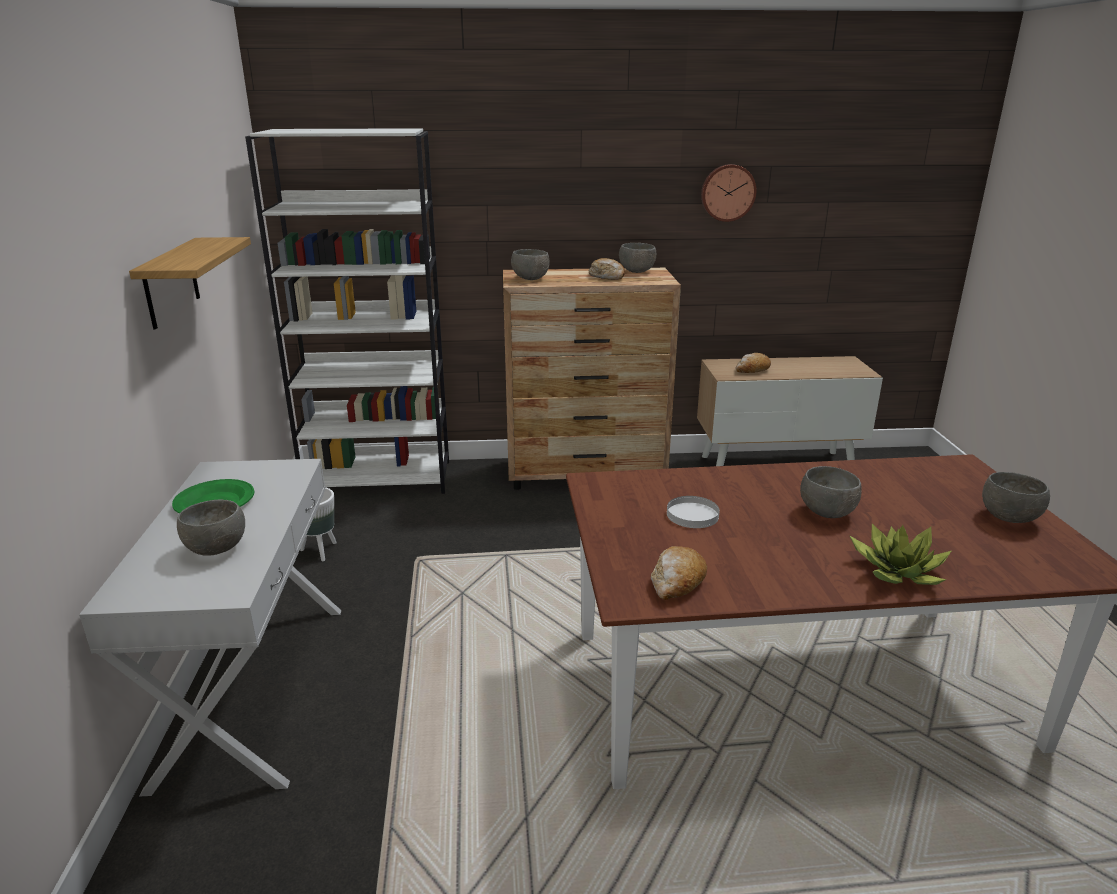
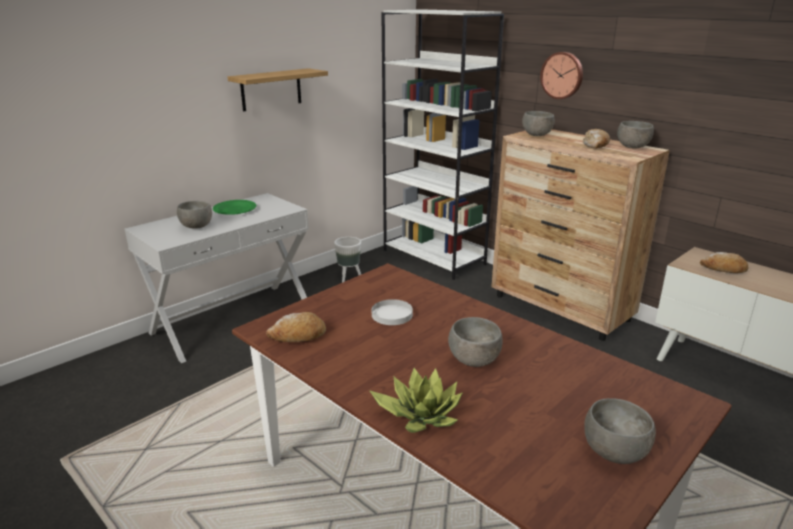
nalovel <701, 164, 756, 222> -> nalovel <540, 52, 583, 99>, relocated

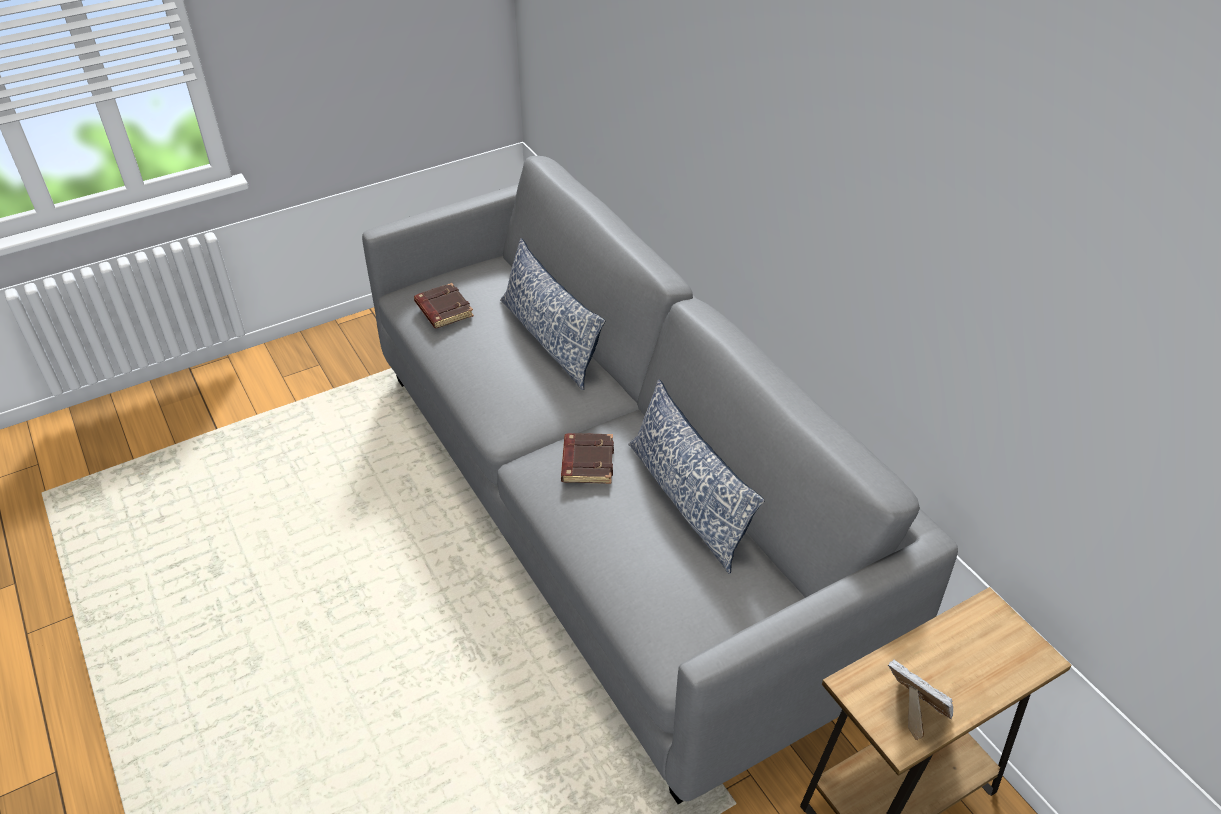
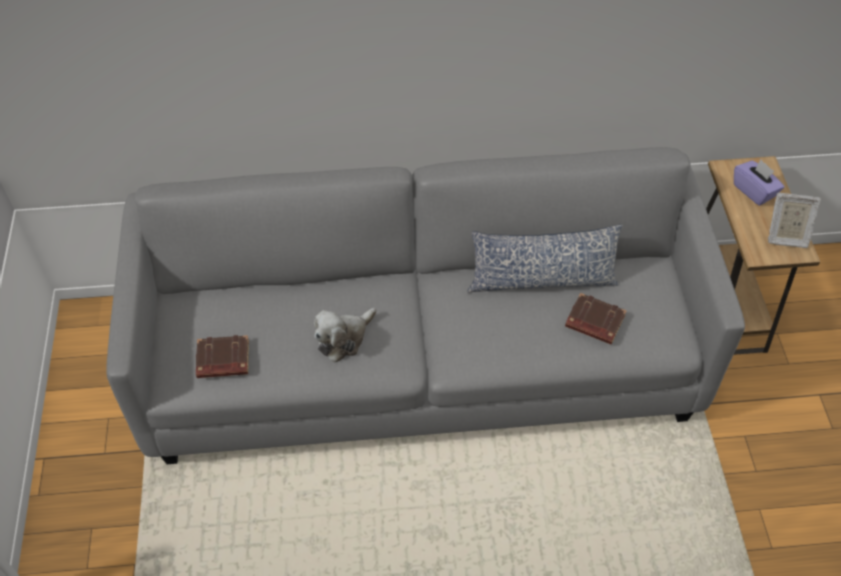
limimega <500, 238, 605, 390> -> none
none -> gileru <314, 308, 377, 363>
none -> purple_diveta <734, 159, 784, 206>
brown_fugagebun <561, 433, 614, 484> -> brown_fugagebun <565, 293, 626, 344>, relocated
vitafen <888, 660, 954, 740> -> vitafen <768, 193, 821, 248>, 150 degrees counterclockwise

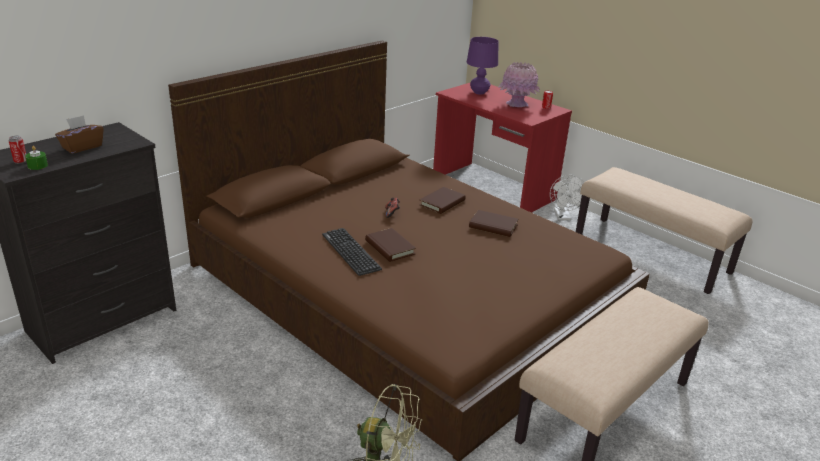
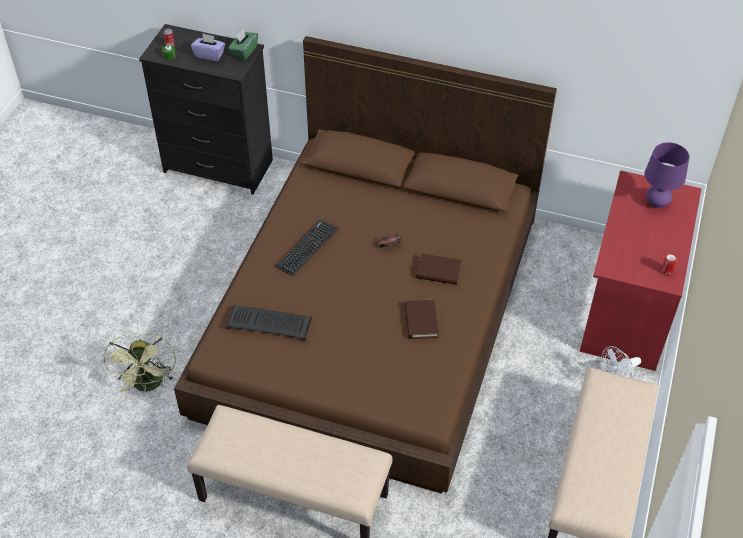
brown_fugagebun <365, 228, 416, 262> -> none
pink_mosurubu <499, 62, 540, 107> -> none
none -> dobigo <226, 305, 312, 341>
none -> green_diveta <228, 29, 258, 60>
brown_diveta <55, 115, 104, 154> -> purple_diveta <191, 34, 225, 61>

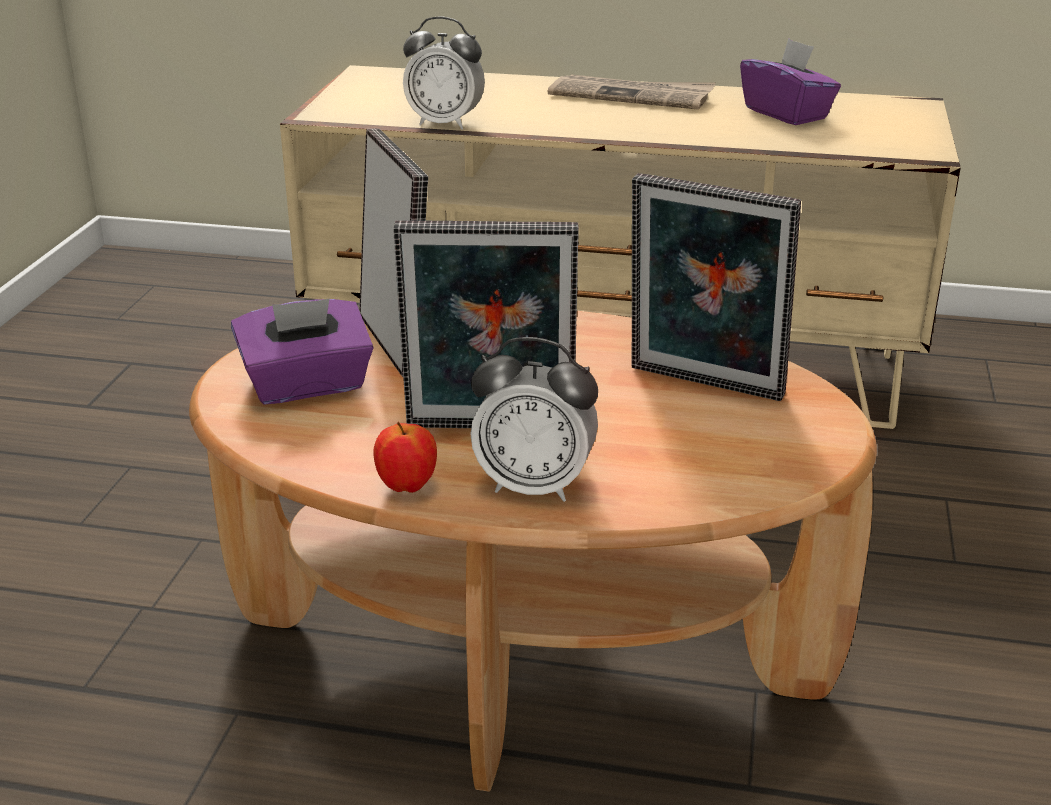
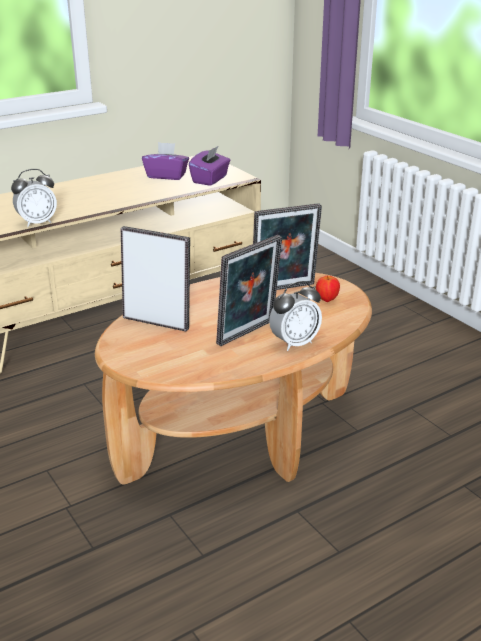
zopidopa <548, 74, 716, 110> -> none
purple_diveta <231, 299, 374, 405> -> purple_diveta <189, 146, 230, 186>, relocated
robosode <373, 422, 437, 493> -> robosode <316, 275, 340, 302>, relocated

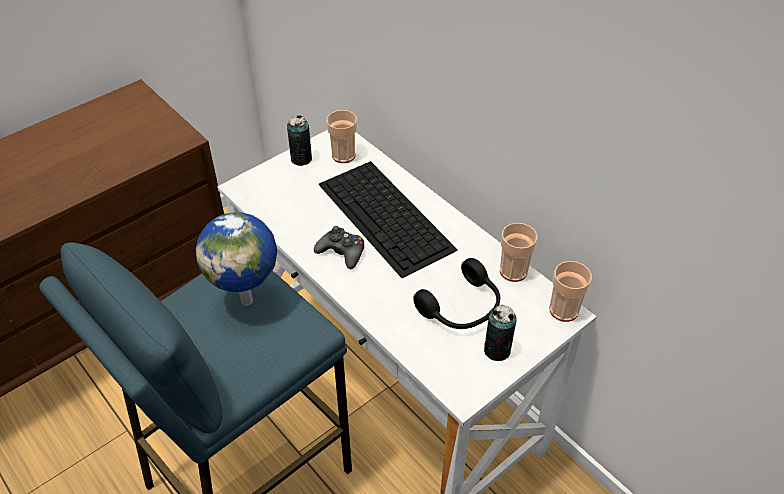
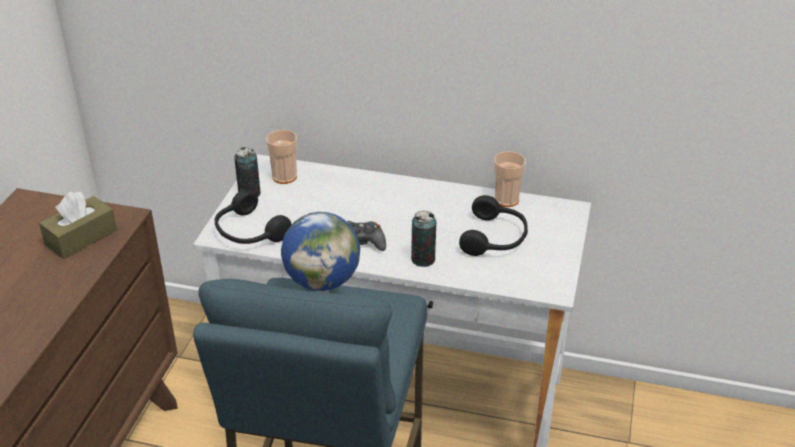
dobigo <319, 161, 457, 278> -> none
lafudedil <550, 261, 592, 322> -> none
none -> brown_diveta <39, 191, 117, 259>
none -> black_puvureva <215, 190, 292, 244>
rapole <484, 305, 517, 361> -> rapole <411, 211, 436, 267>, relocated

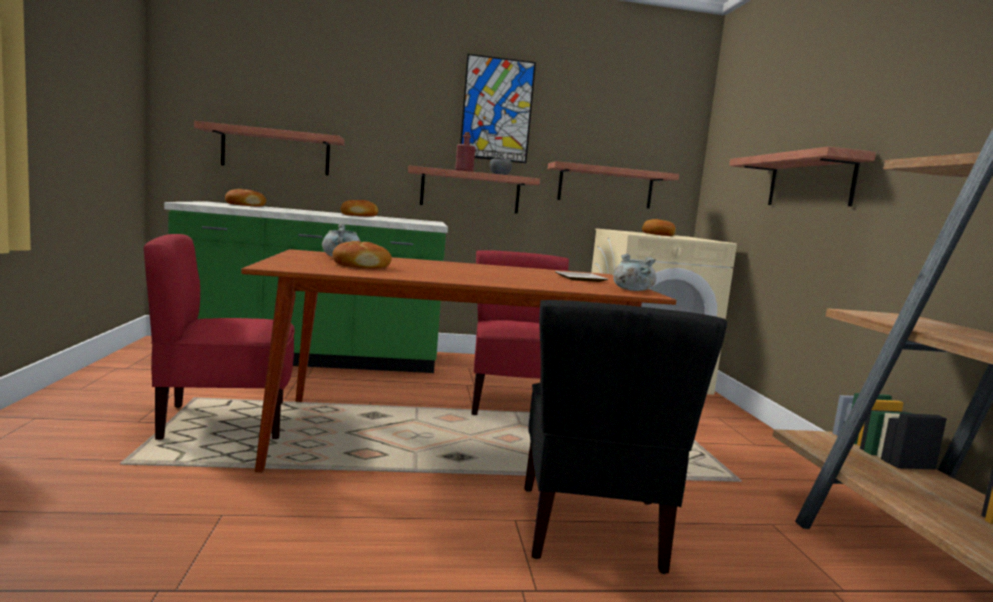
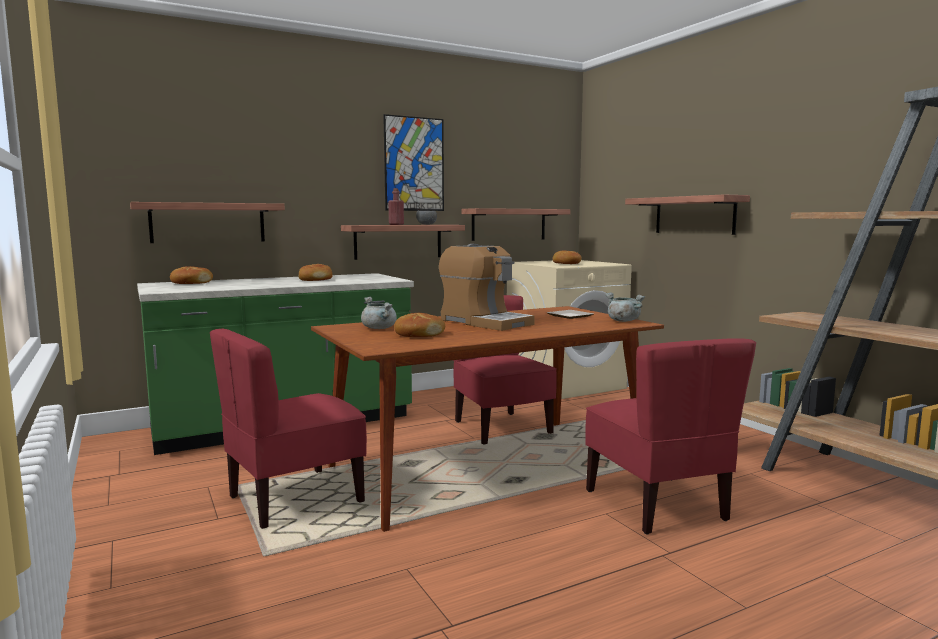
none -> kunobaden <439, 244, 535, 331>
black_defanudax <524, 300, 727, 574> -> red_defanudax <585, 338, 756, 534>

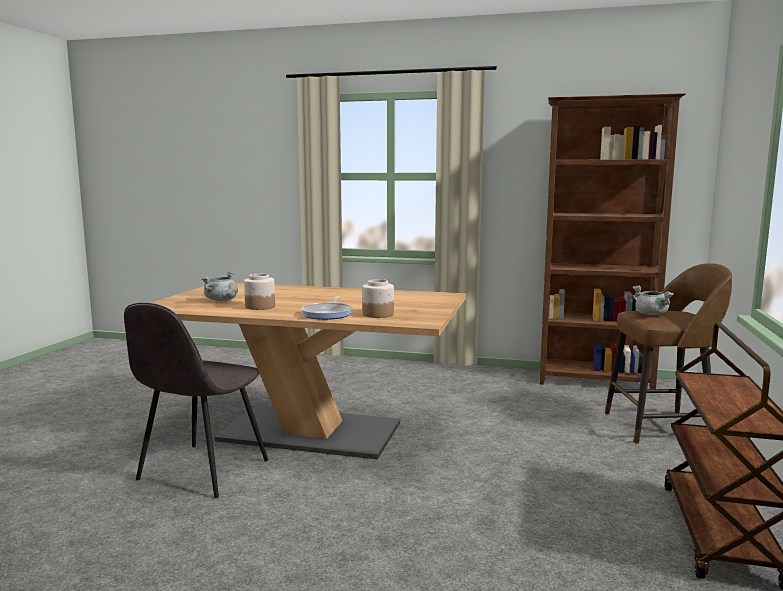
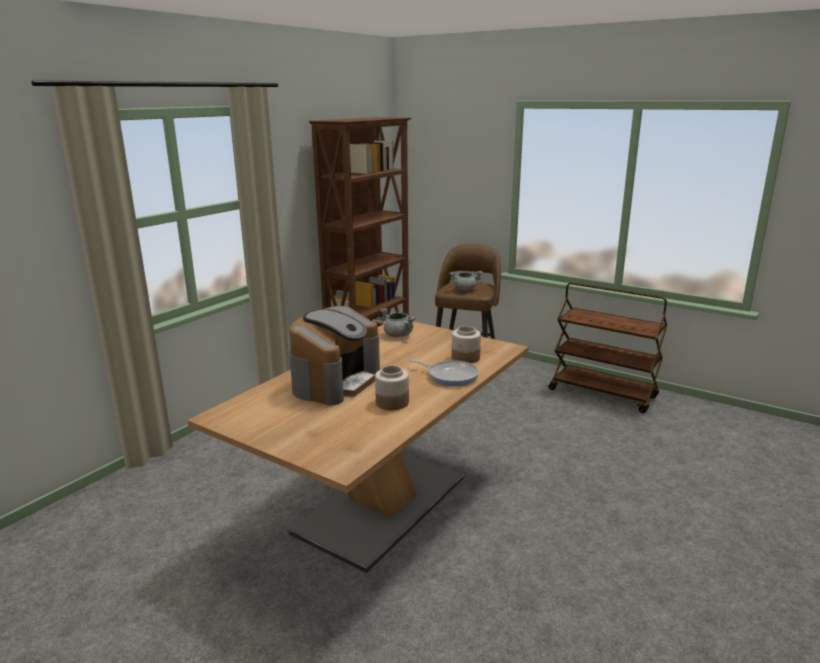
grey_defanudax <124, 303, 268, 498> -> none
none -> kunobaden <289, 306, 380, 405>
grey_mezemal <202, 271, 238, 301> -> grey_mezemal <380, 308, 416, 337>, relocated

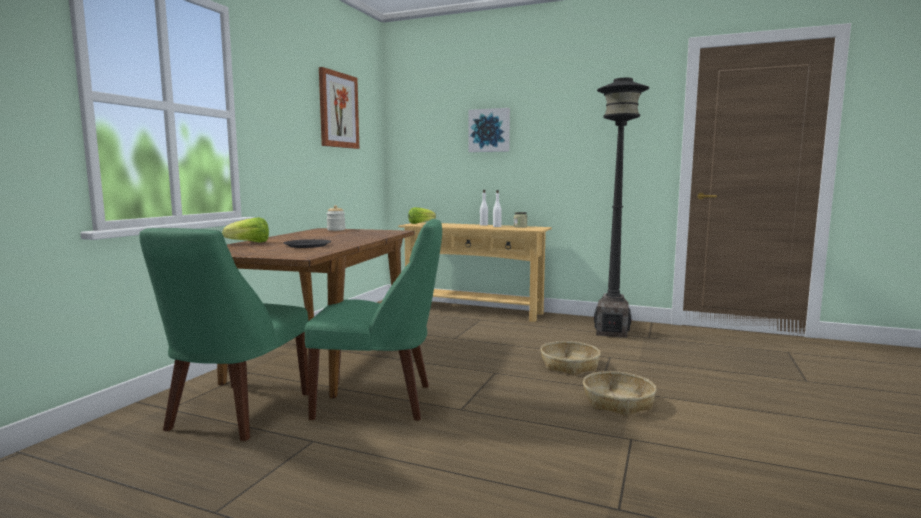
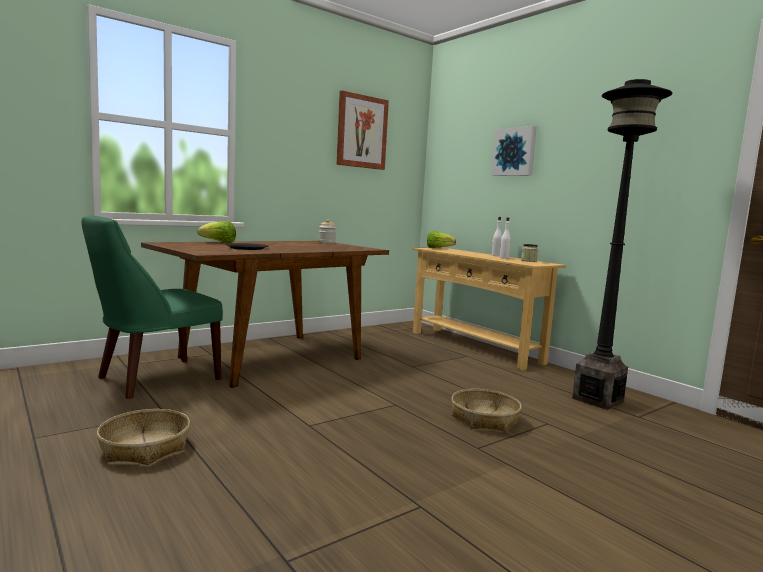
green_defanudax <305, 219, 442, 420> -> none
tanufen <583, 371, 656, 416> -> tanufen <96, 409, 190, 465>, relocated

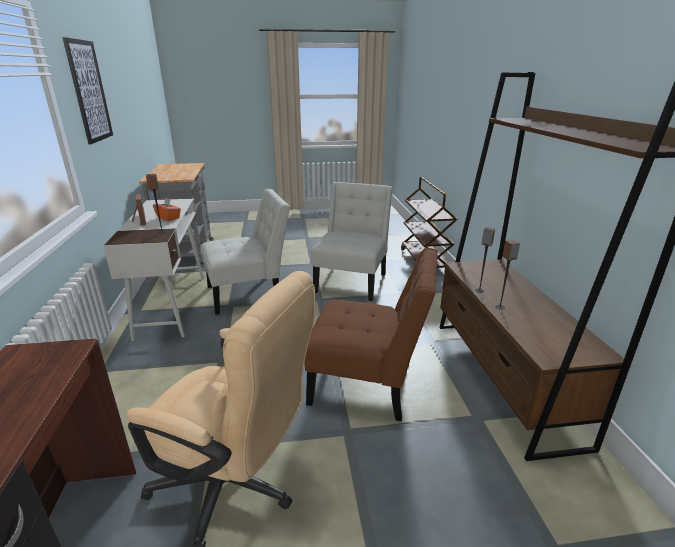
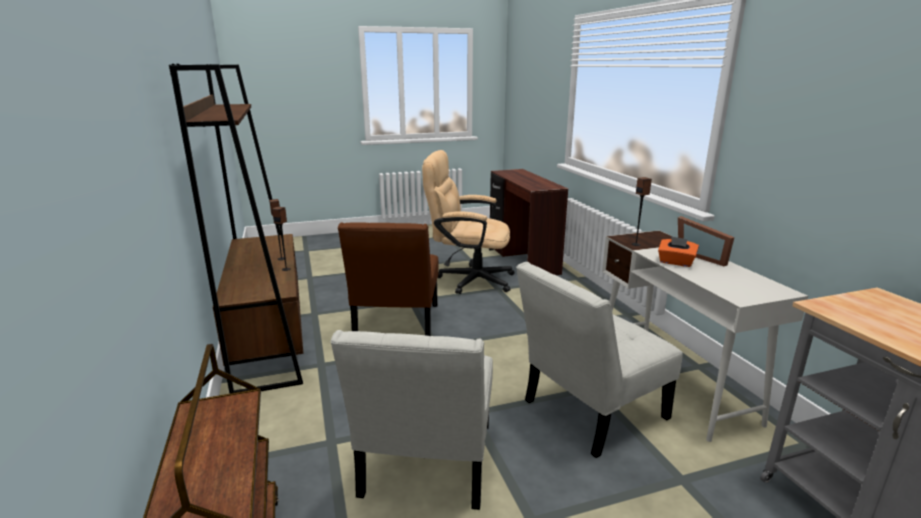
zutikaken <62, 37, 113, 144> -> none
brown_defanudax <304, 248, 438, 421> -> brown_defanudax <338, 222, 439, 336>, 90 degrees counterclockwise

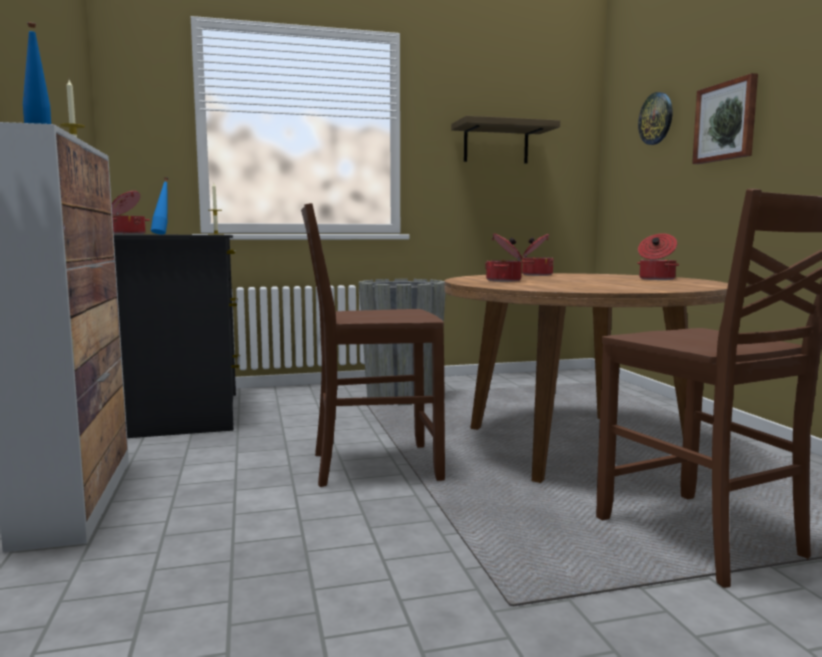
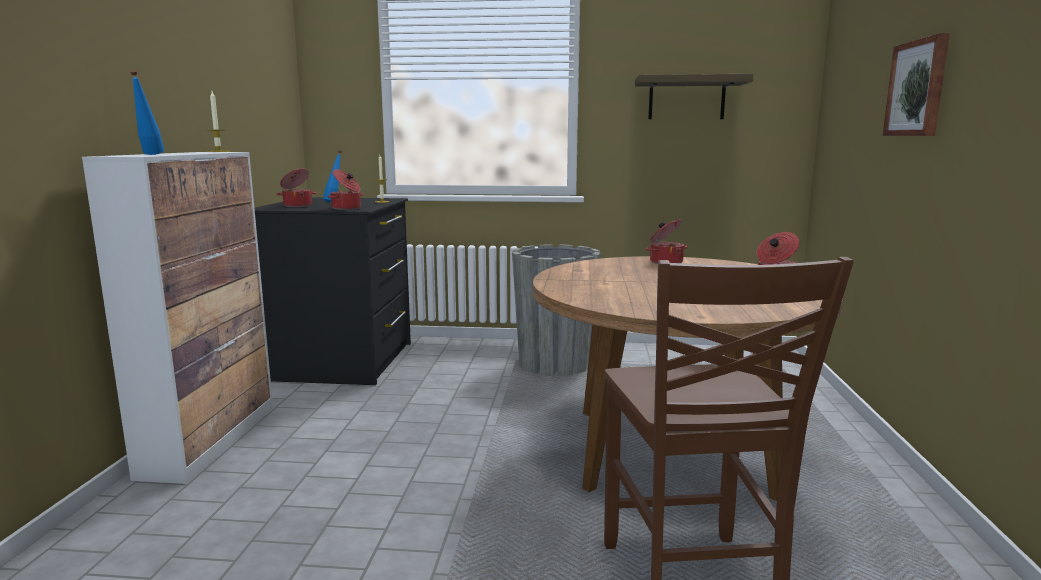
brown_defanudax <301, 203, 445, 487> -> none
nalovel <638, 92, 672, 145> -> none
mezemal <485, 233, 522, 282> -> mezemal <327, 169, 364, 210>, relocated

